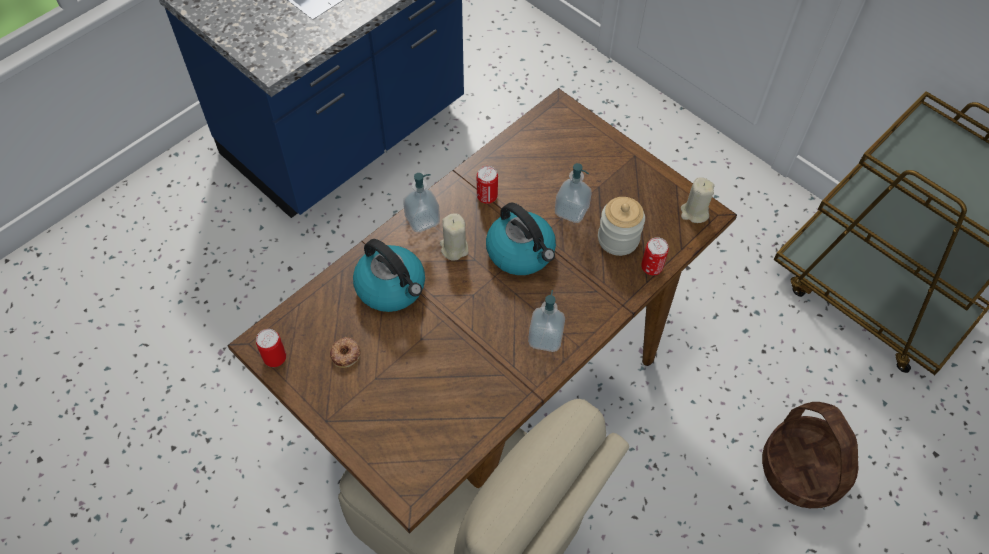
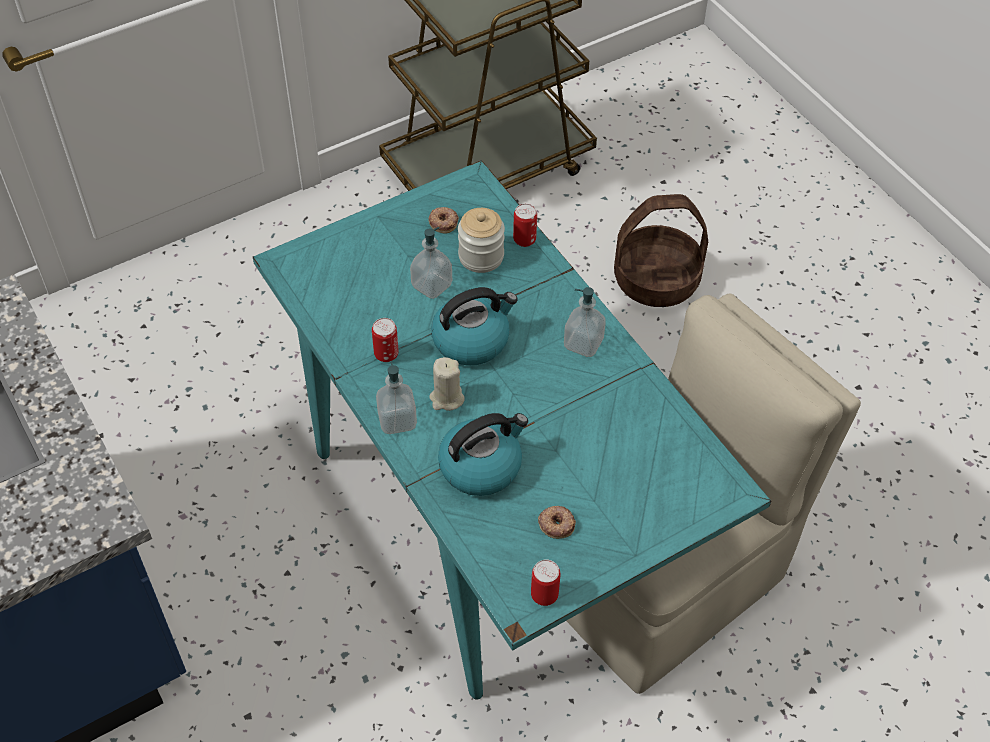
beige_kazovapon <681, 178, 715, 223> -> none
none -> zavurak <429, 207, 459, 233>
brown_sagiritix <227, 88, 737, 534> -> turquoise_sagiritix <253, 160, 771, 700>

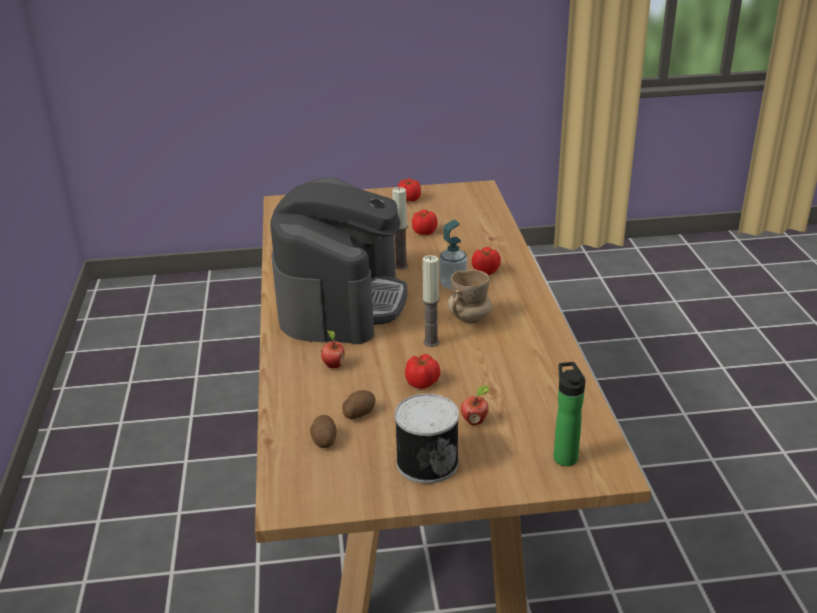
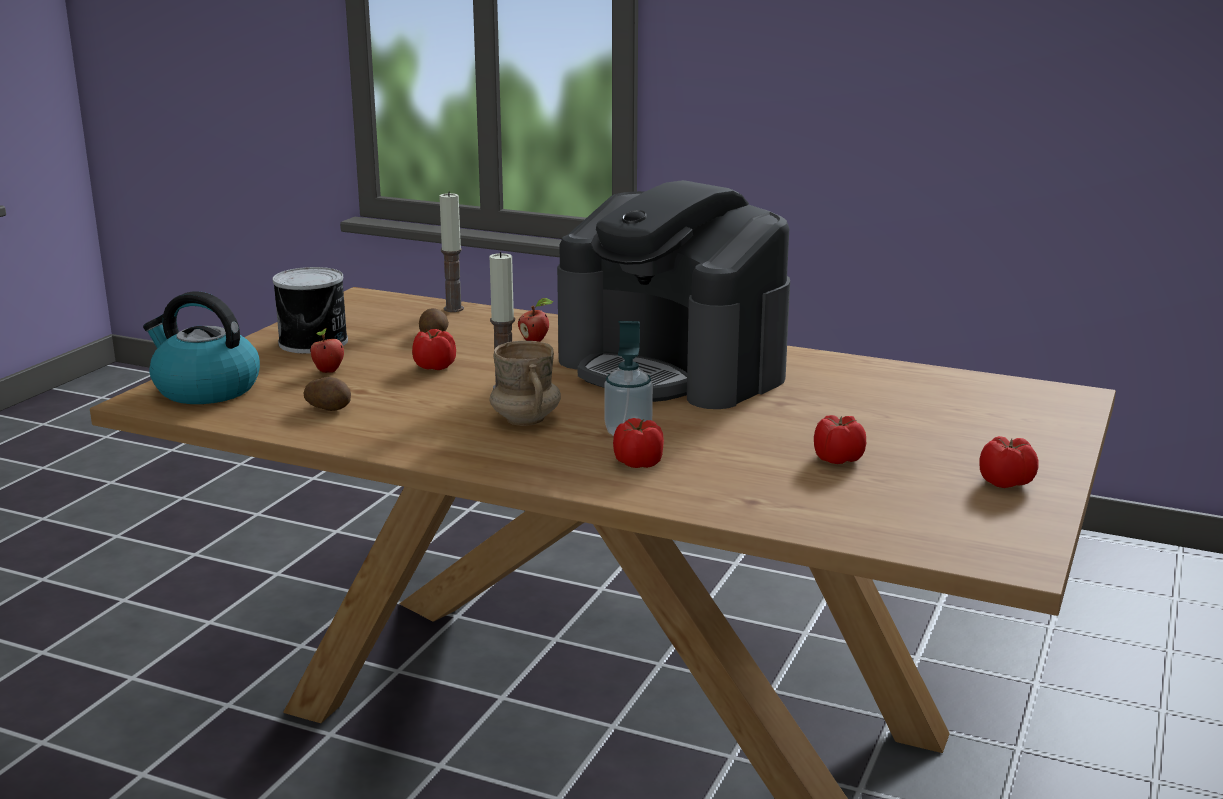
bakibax <310, 415, 337, 448> -> bakibax <303, 377, 351, 411>, relocated
kazovapon <392, 187, 408, 269> -> kazovapon <439, 191, 464, 312>, relocated
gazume <554, 362, 585, 466> -> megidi <143, 291, 260, 404>

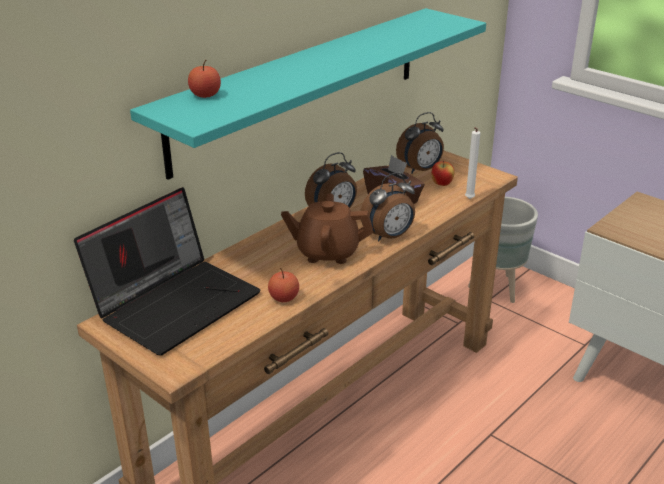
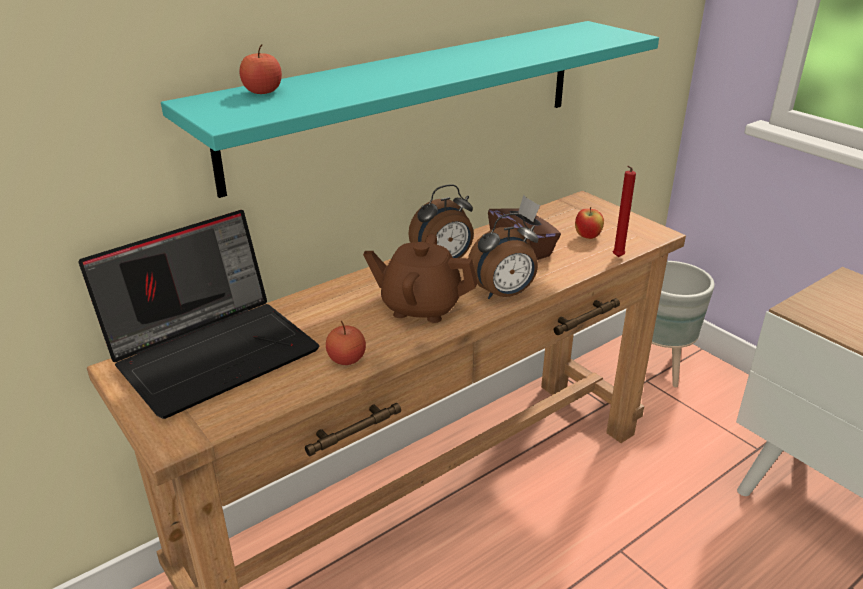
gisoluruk <396, 112, 444, 174> -> none
white_kazovapon <465, 127, 480, 199> -> red_kazovapon <613, 166, 636, 257>

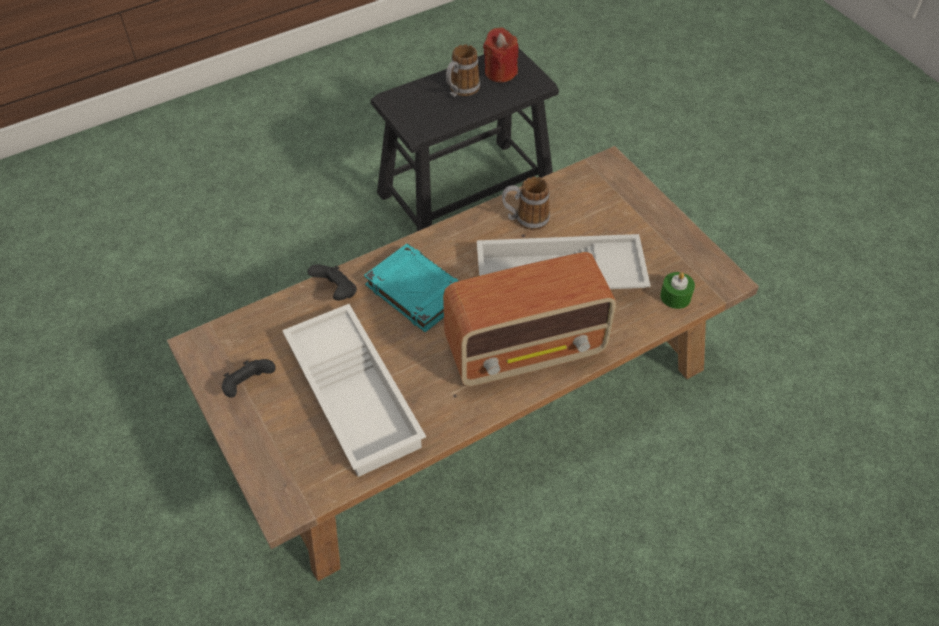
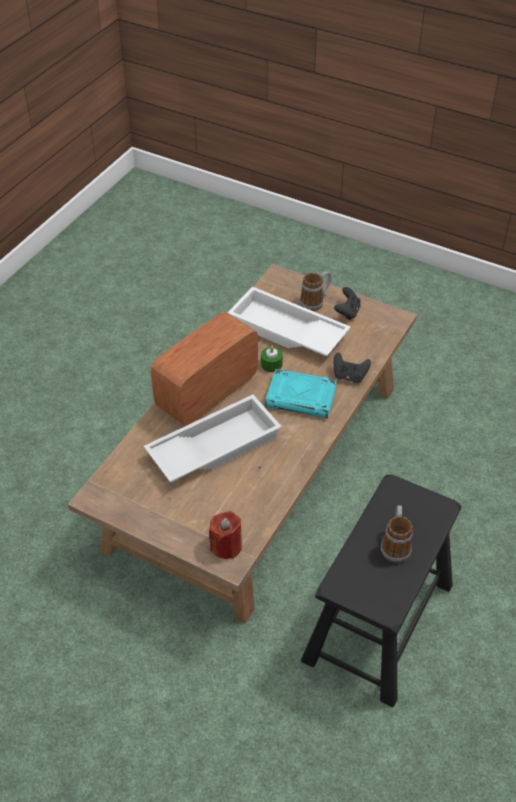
red_kazovapon <483, 27, 518, 83> -> red_kazovapon <209, 511, 242, 559>, relocated
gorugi <502, 177, 550, 230> -> gorugi <300, 271, 332, 311>, relocated
green_kazovapon <660, 272, 695, 309> -> green_kazovapon <261, 345, 283, 372>, relocated

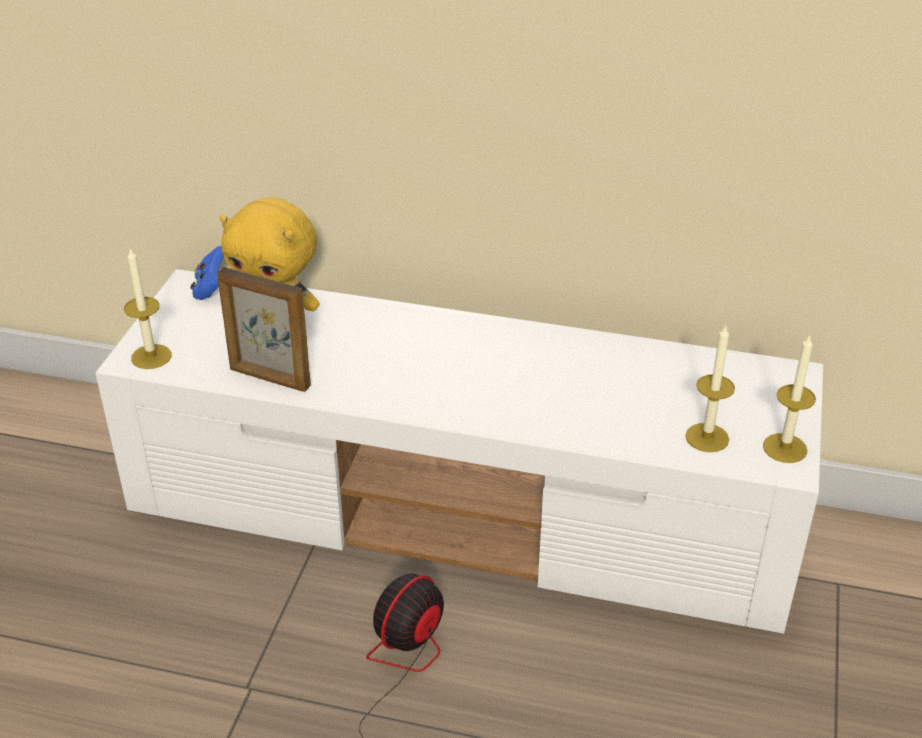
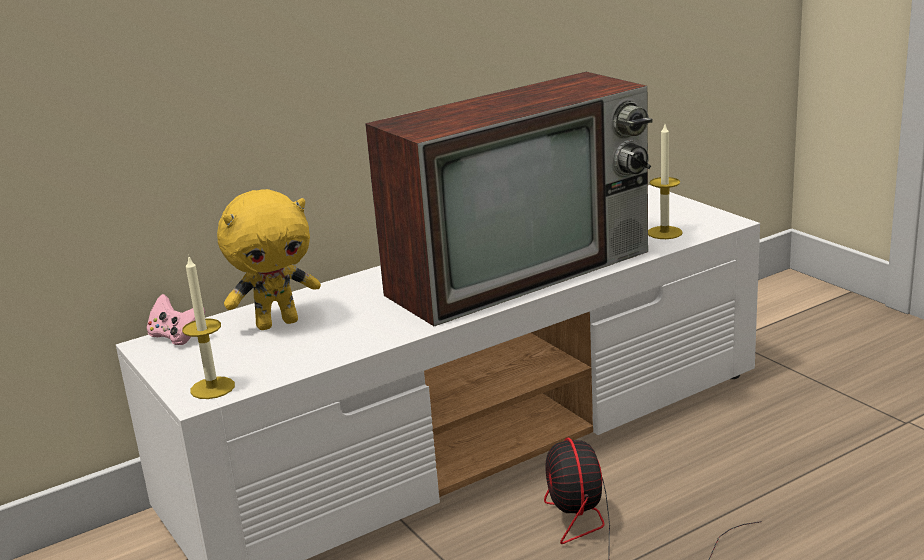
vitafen <217, 267, 311, 392> -> none
kazovapon <763, 334, 816, 463> -> none
none -> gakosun <365, 72, 653, 326>
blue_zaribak <190, 246, 224, 300> -> pink_zaribak <147, 294, 205, 345>

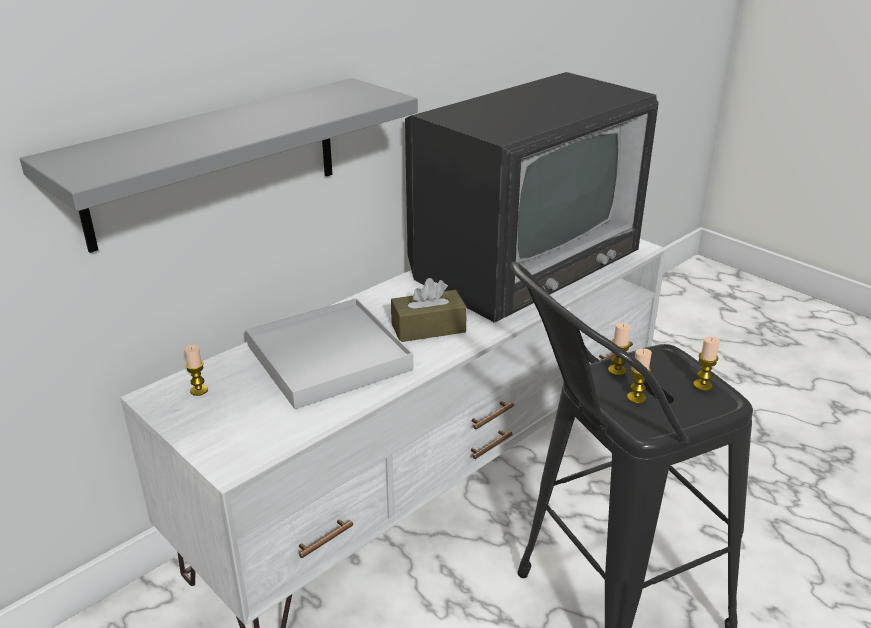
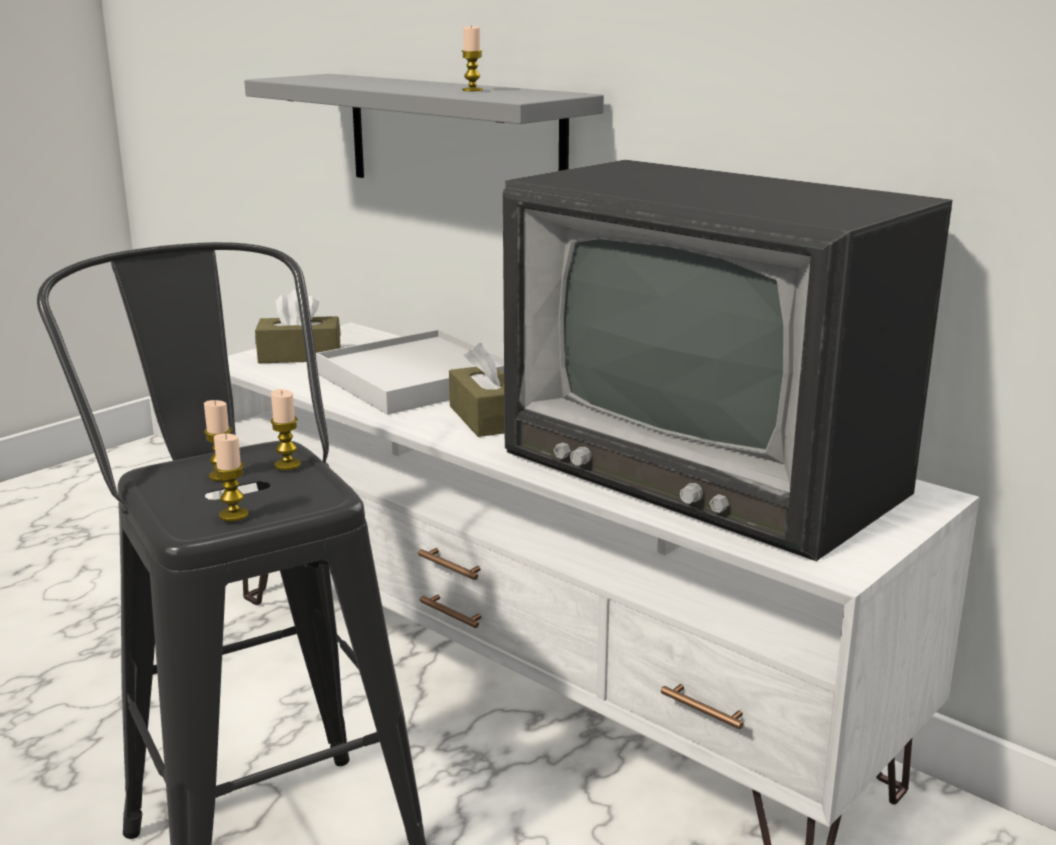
none -> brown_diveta <255, 289, 341, 363>
kazovapon <184, 344, 208, 396> -> kazovapon <462, 25, 483, 91>, relocated

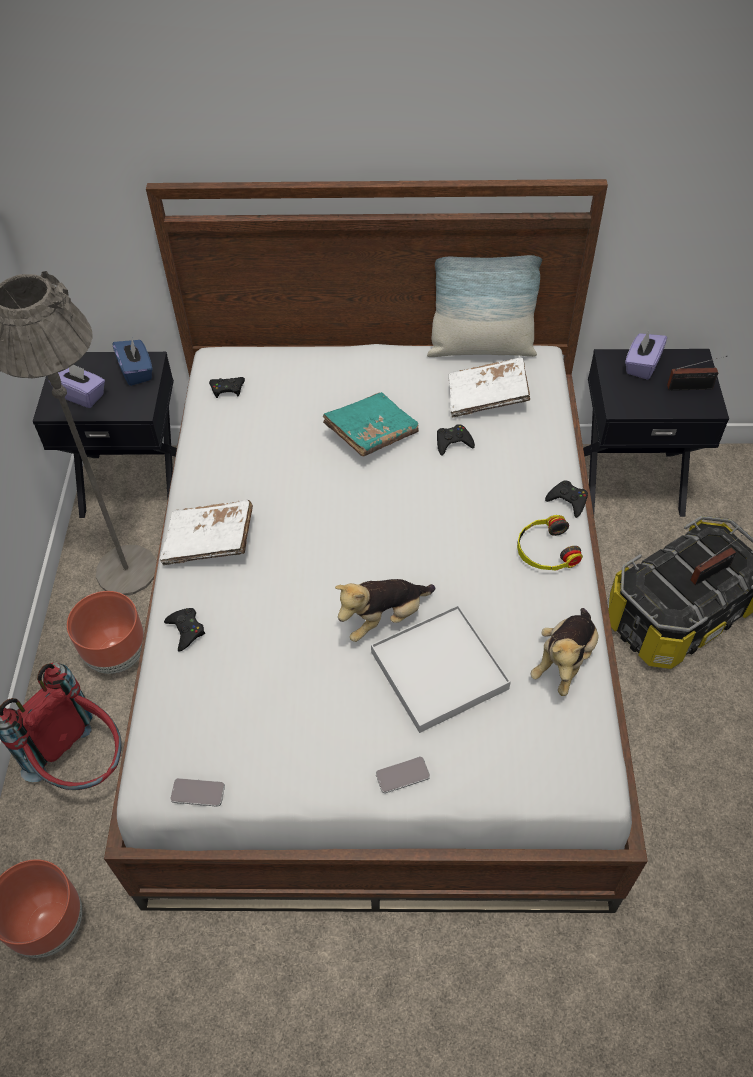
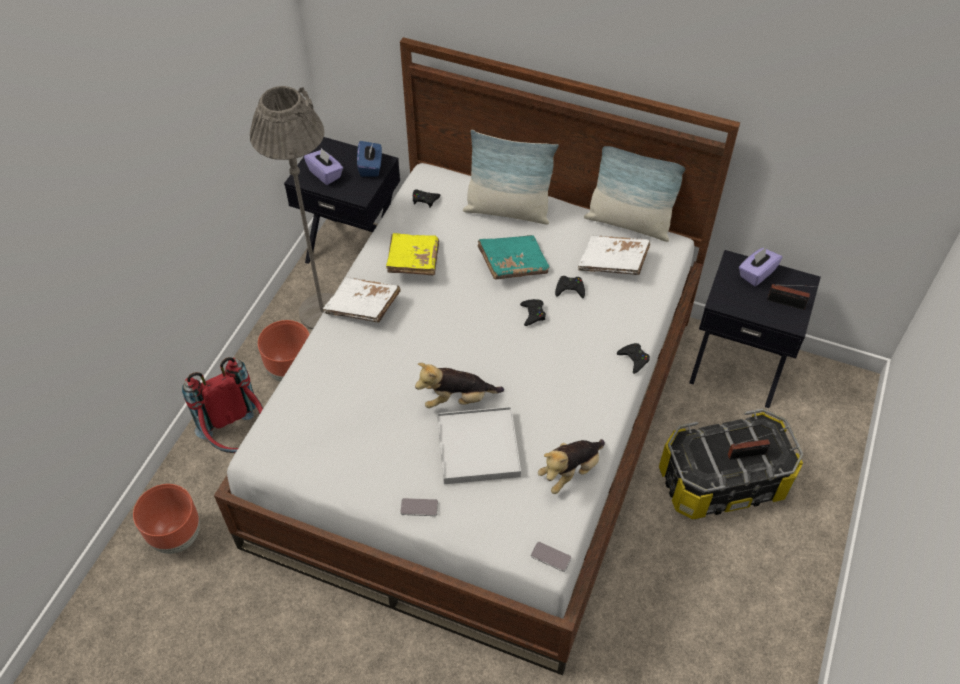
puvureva <517, 515, 583, 570> -> none
none -> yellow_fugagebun <386, 233, 439, 275>
none -> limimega <463, 130, 559, 225>
black_zaribak <164, 608, 205, 652> -> black_zaribak <520, 299, 546, 326>, relocated
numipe <170, 778, 225, 807> -> numipe <531, 541, 572, 572>, relocated

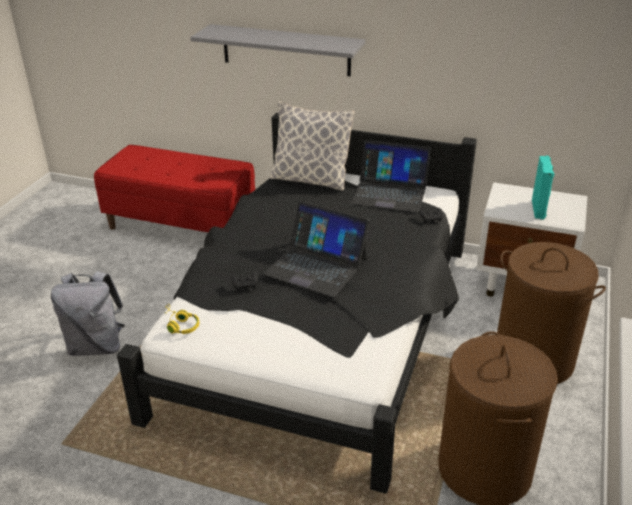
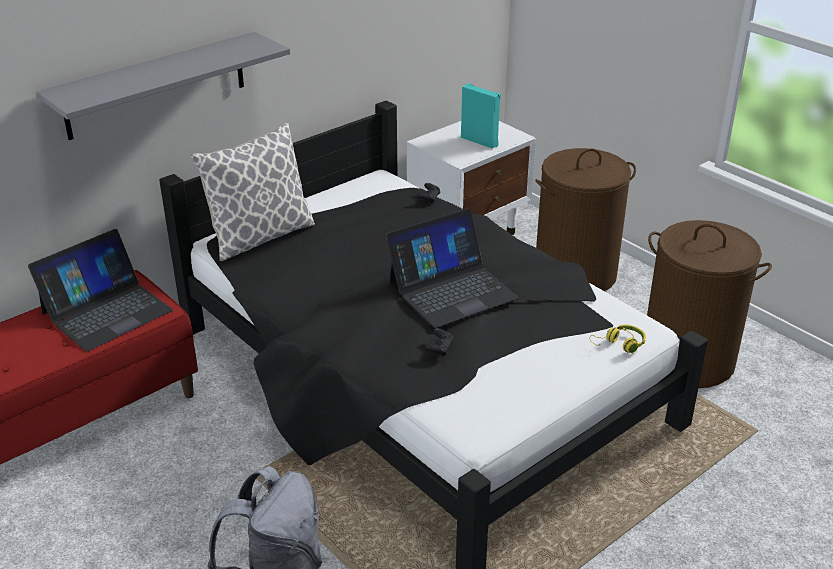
yellow_puvureva <163, 304, 200, 334> -> yellow_puvureva <590, 325, 646, 353>, relocated
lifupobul <350, 140, 431, 212> -> lifupobul <28, 229, 173, 351>, relocated

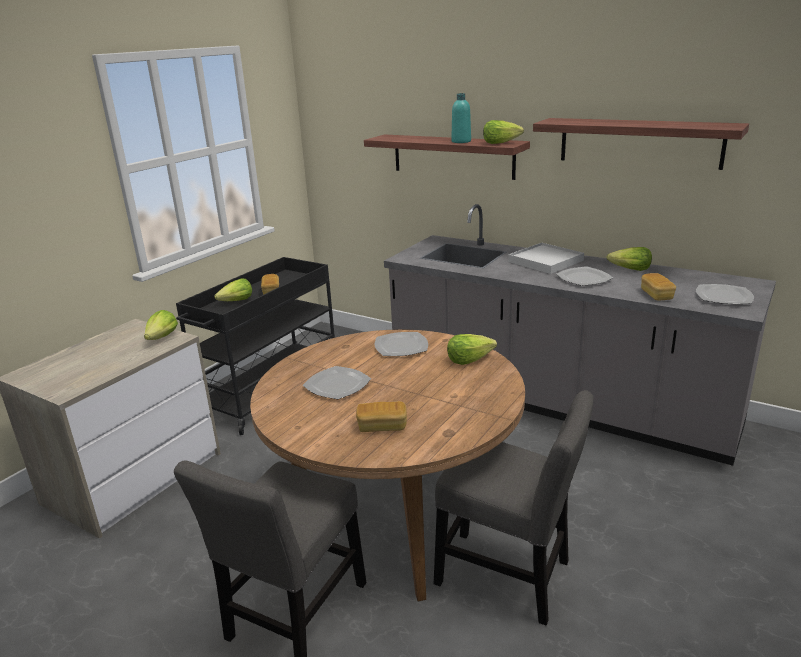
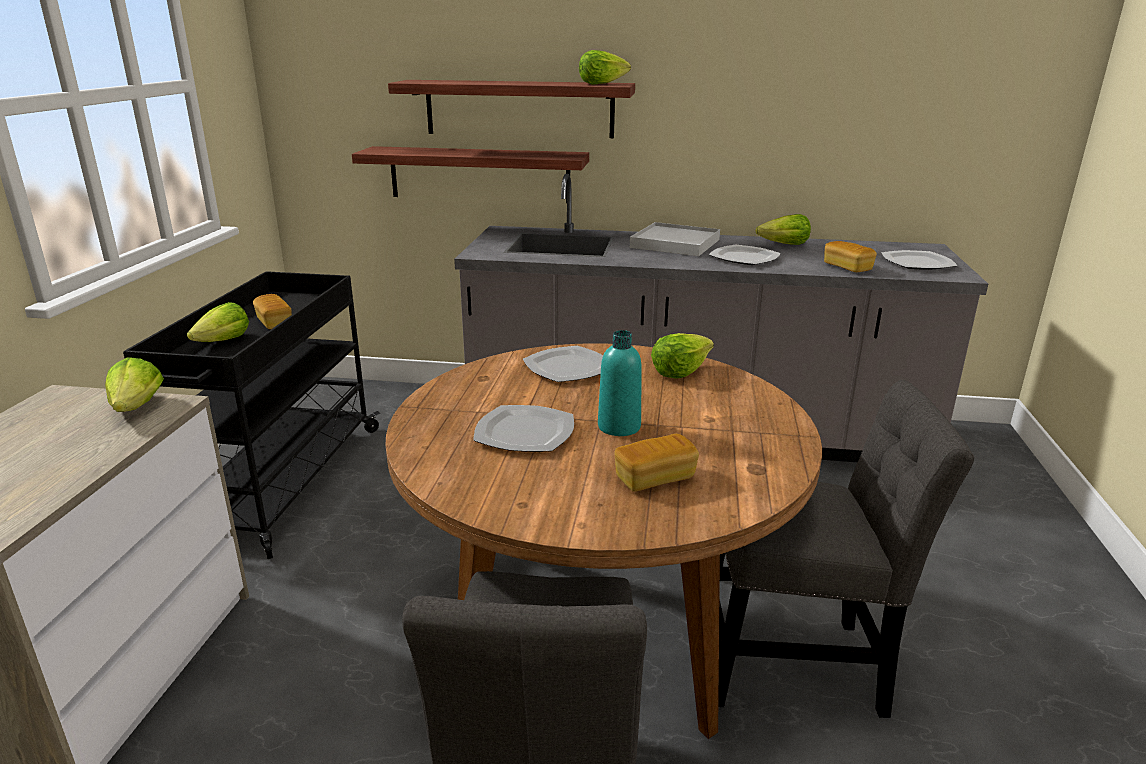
turquoise_gazume <451, 93, 471, 143> -> turquoise_gazume <598, 330, 642, 436>, relocated
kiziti <533, 118, 749, 170> -> kiziti <352, 146, 589, 203>, relocated

